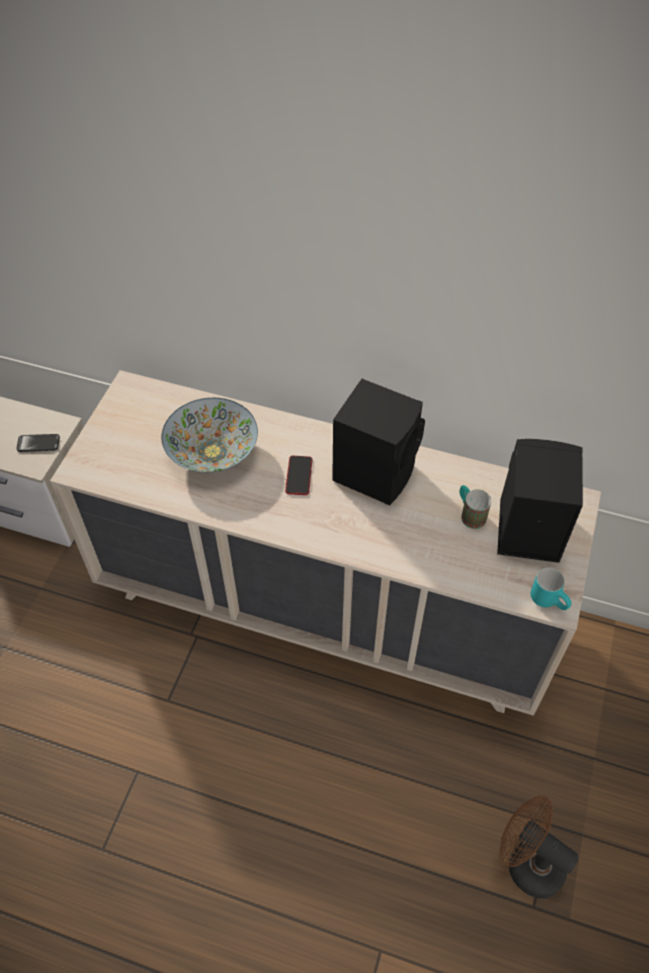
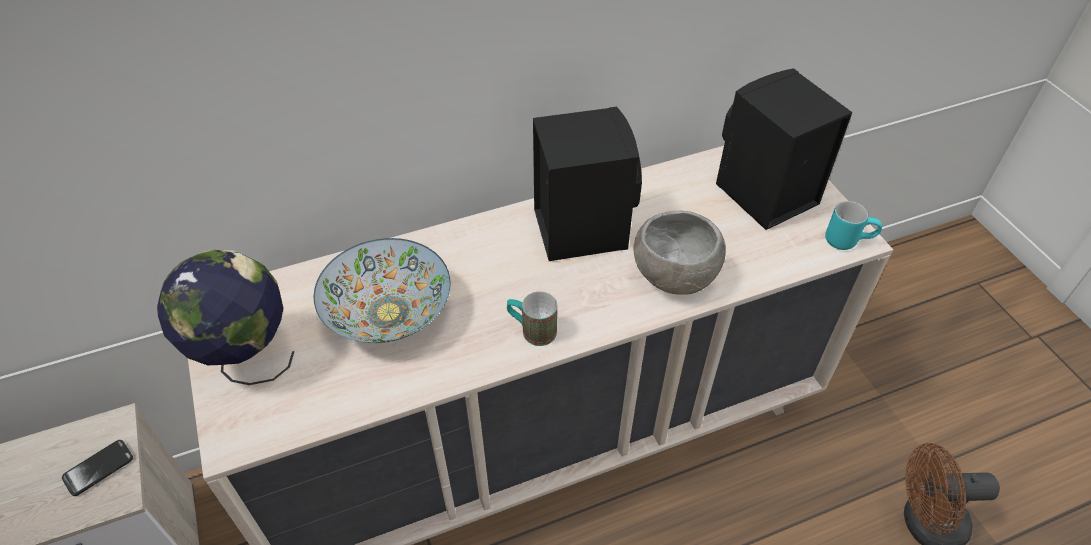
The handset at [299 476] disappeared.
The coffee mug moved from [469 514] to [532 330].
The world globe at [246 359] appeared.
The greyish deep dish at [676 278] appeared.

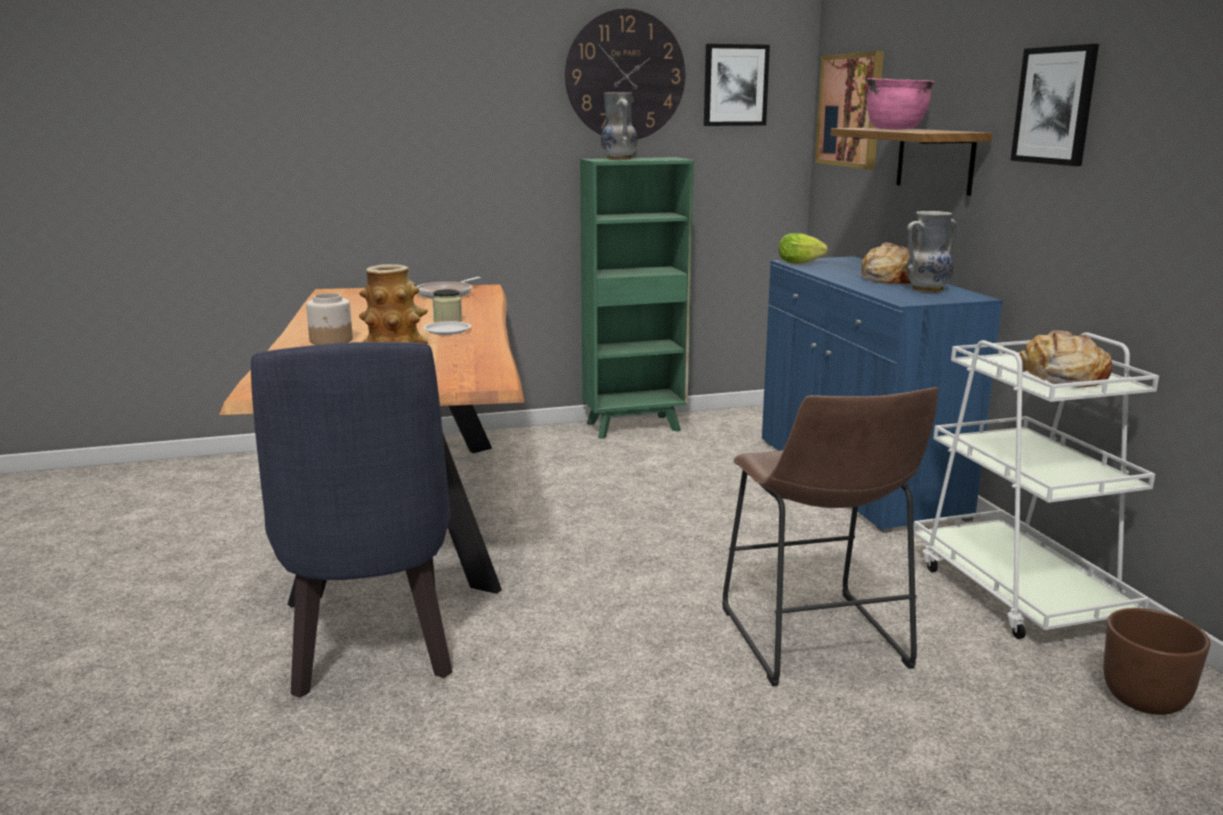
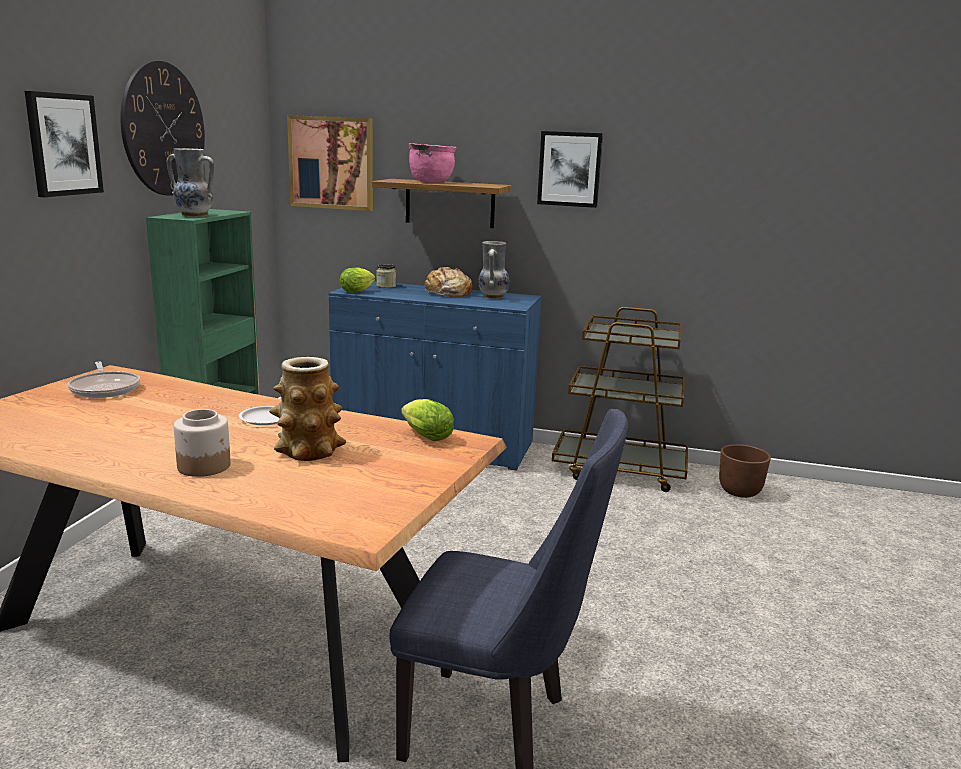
The storage jar moved from [447 321] to [386 286].
The wall art moved from [735 85] to [63 144].
The brown stool at [816 643] disappeared.
The whitish trolley at [1017 591] became the brown trolley at [620 470].
The baked bread at [1061 377] disappeared.
The lettuce at [424 436] appeared.

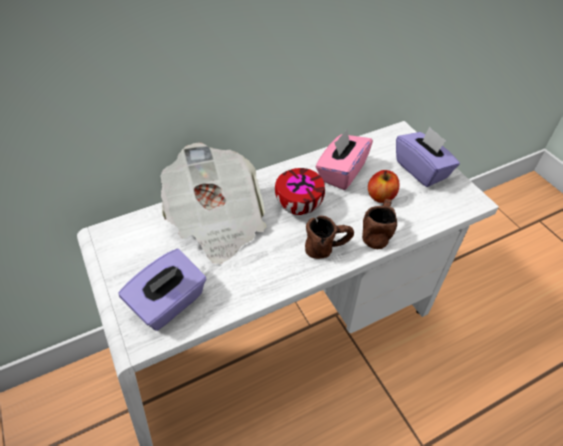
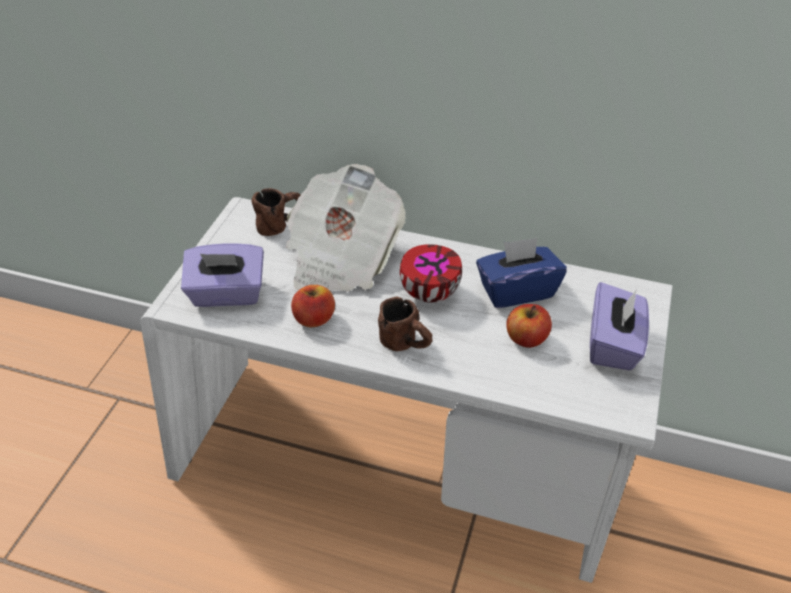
The pinkish box of tissues at [341 172] became the bluish box of tissues at [516 290].
The brown coffee mug moved from [377 232] to [281 224].
The apple at [314 319] appeared.

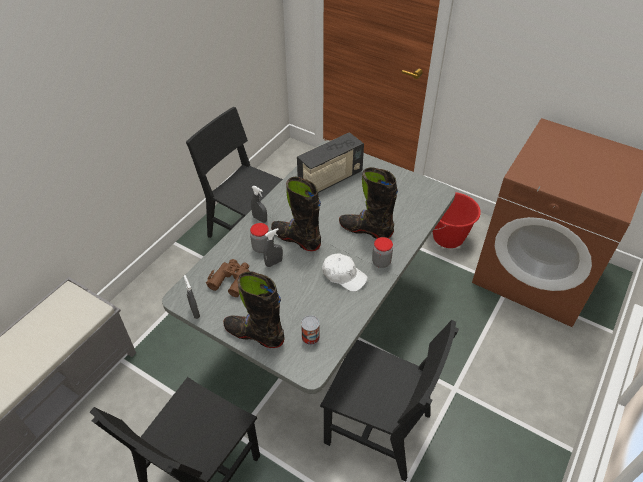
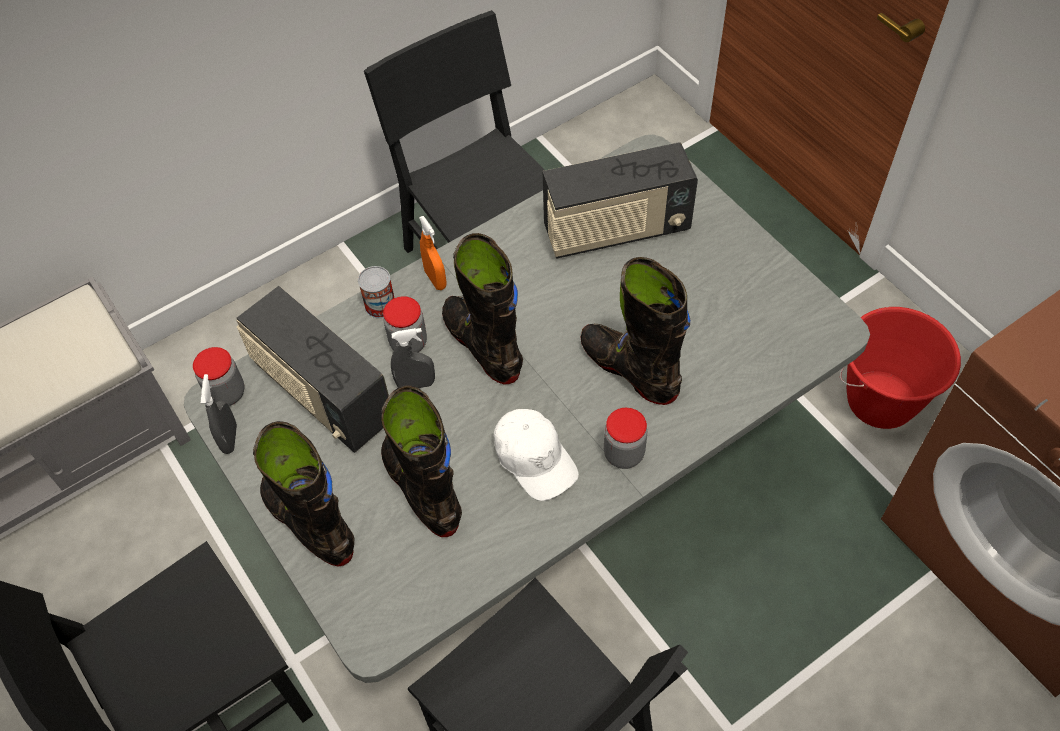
The brown pair of binoculars at [231 280] was replaced by the radio receiver at [323 395].
The greyish hand sprayer at [260 219] became the orange-coloured hand sprayer at [435 279].
The metal can moved from [310 337] to [380 305].
The storage jar at [227 393] appeared.
The black high-top boot at [423 490] appeared.

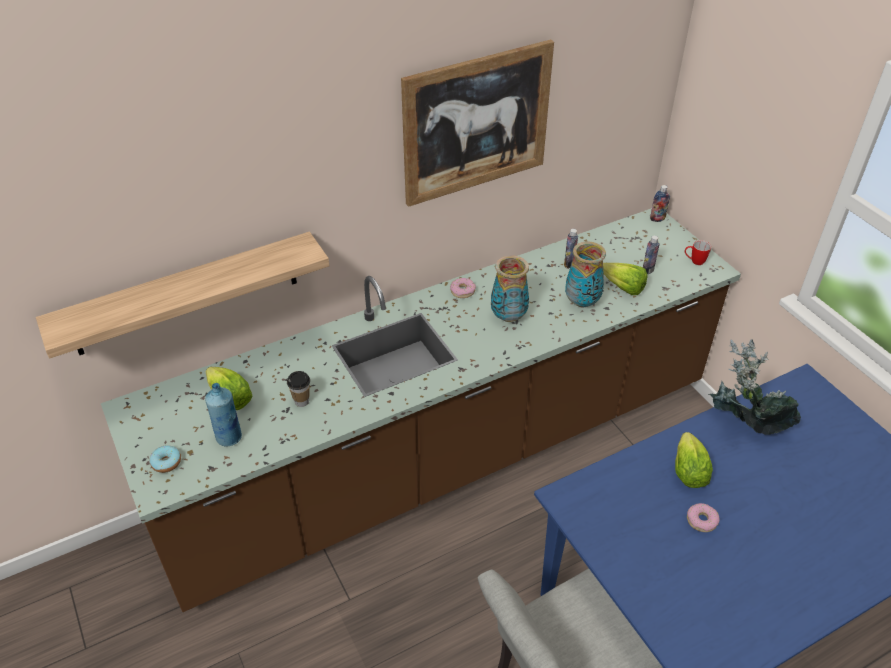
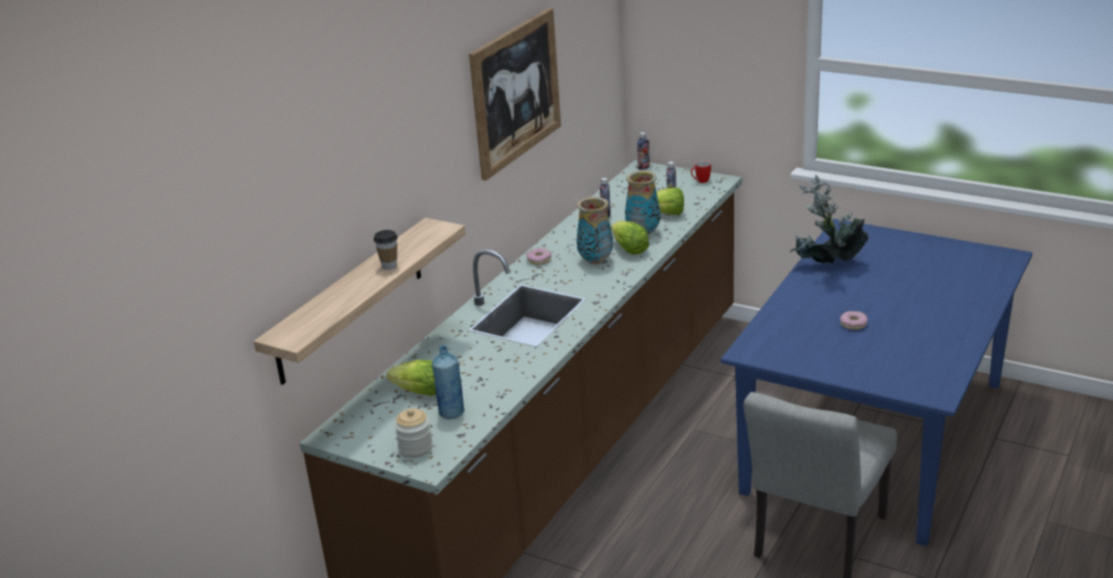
The ring doughnut at [166 462] was replaced by the storage jar at [415 448].
The small cup moved from [302 401] to [389 266].
The lettuce moved from [688 472] to [629 250].

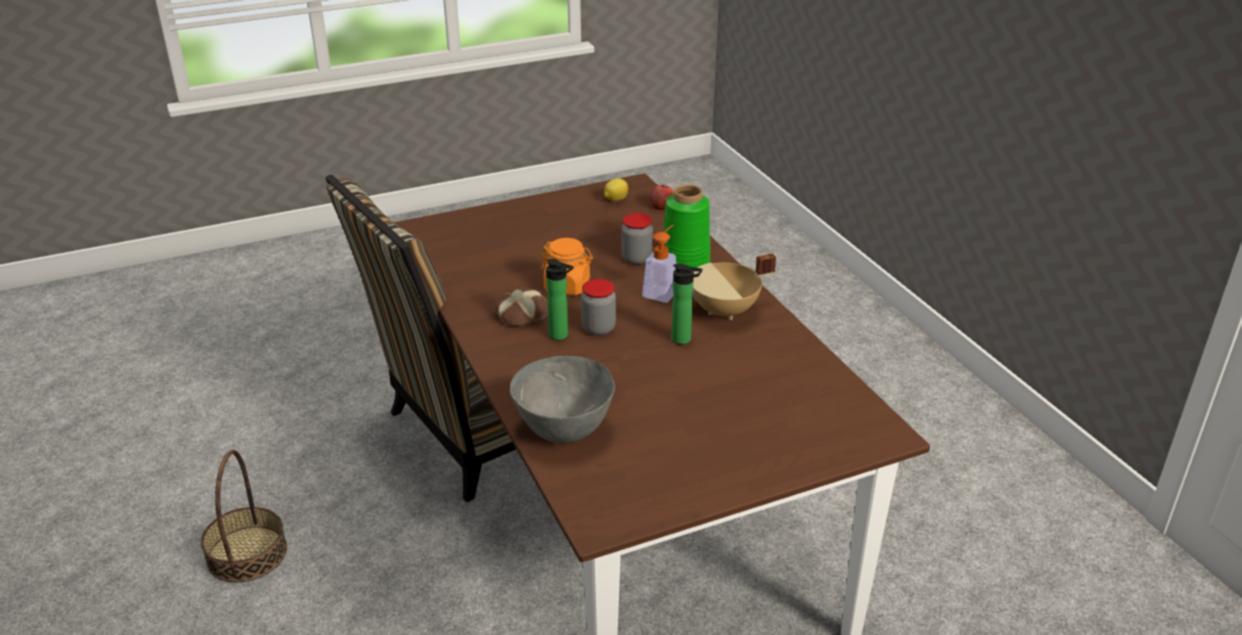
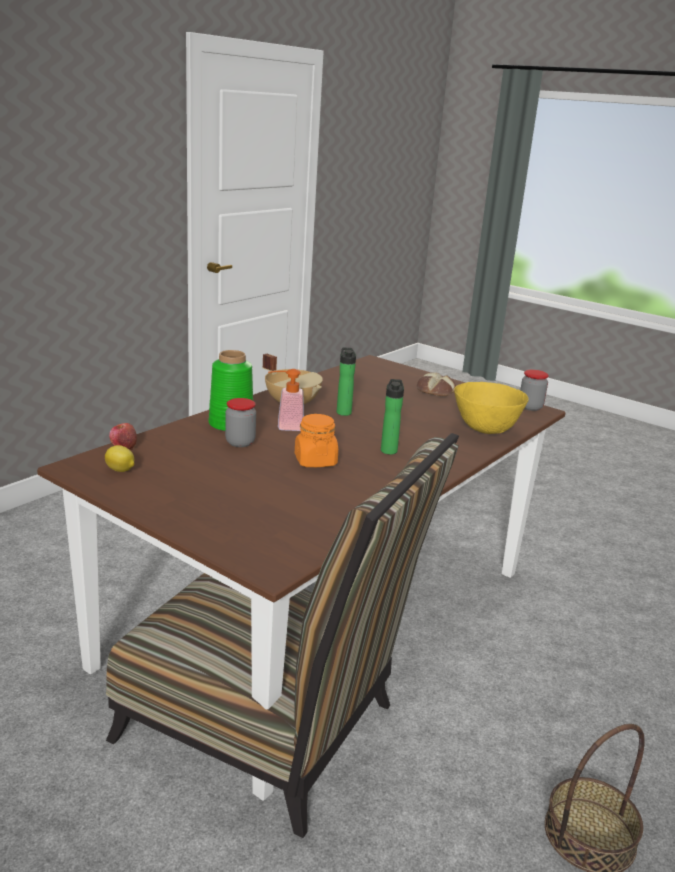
The baked bread moved from [522 313] to [435 391].
The greyish deep dish at [564 430] became the yellowish deep dish at [486 430].
The storage jar moved from [598 328] to [530 407].

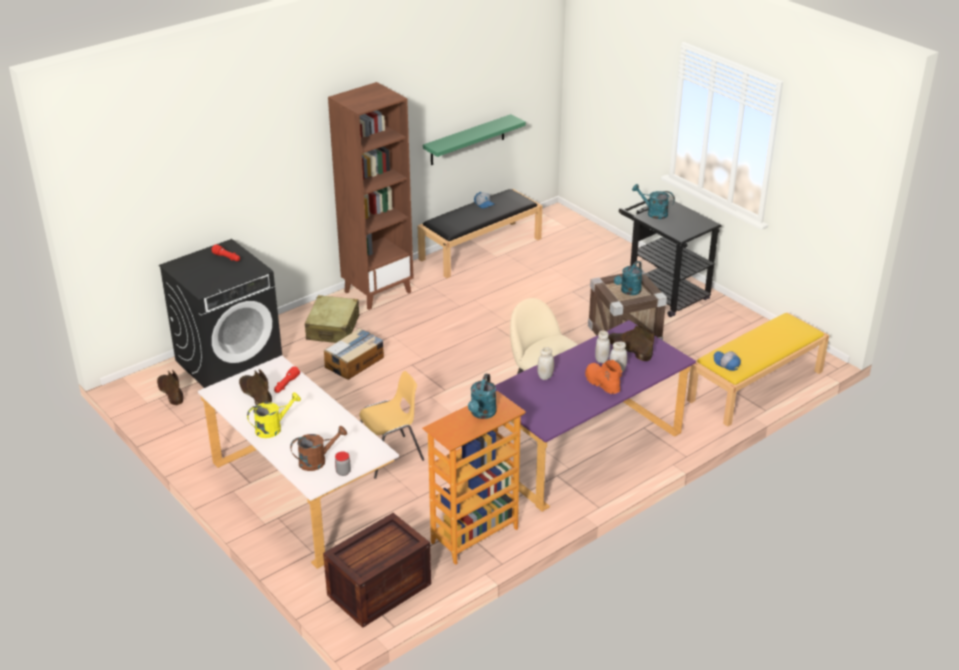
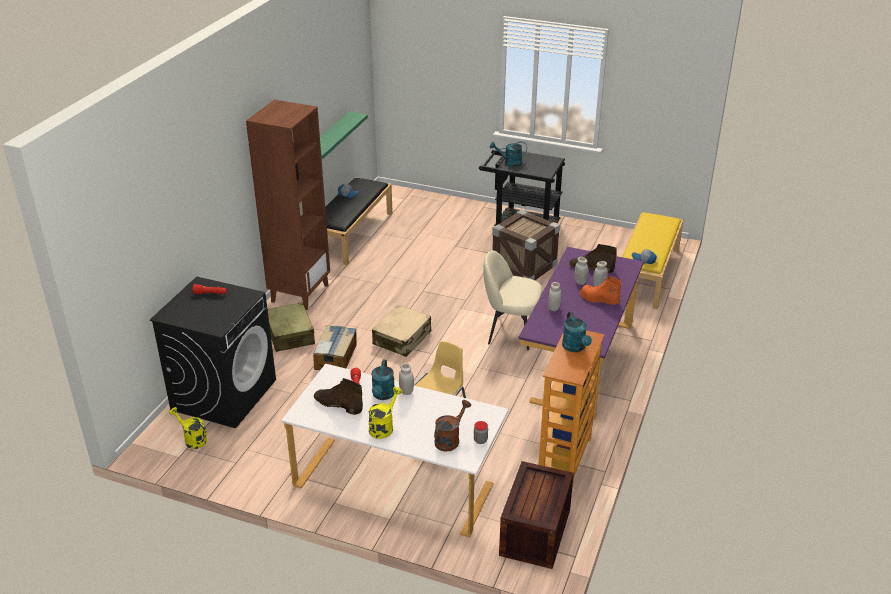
The brown high-top boot at [170 392] was replaced by the yellowish watering can at [192 439].
The blue-green watering can moved from [629 291] to [383 395].
The sand-coloured travel case at [402 338] appeared.
The whitish storage jar at [406 391] appeared.

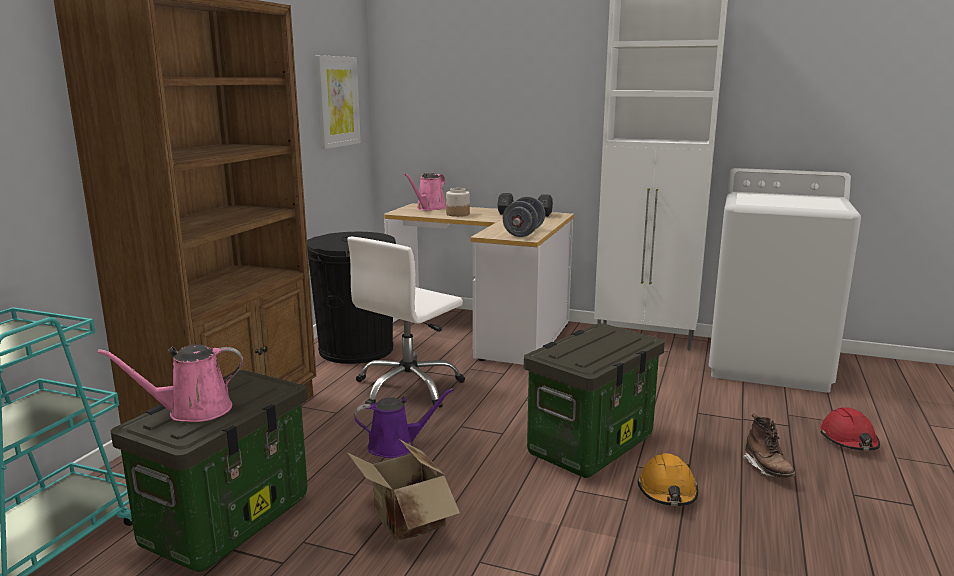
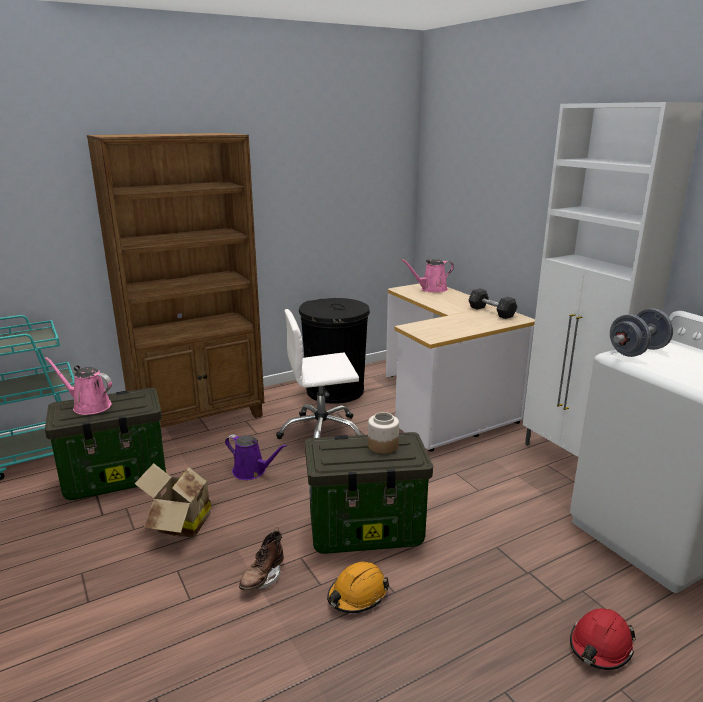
The wall art at [337 101] disappeared.
The storage jar moved from [457 214] to [382 446].
The greyish dumbbell moved from [523 233] to [637 351].
The brown high-top boot moved from [767 469] to [262 578].

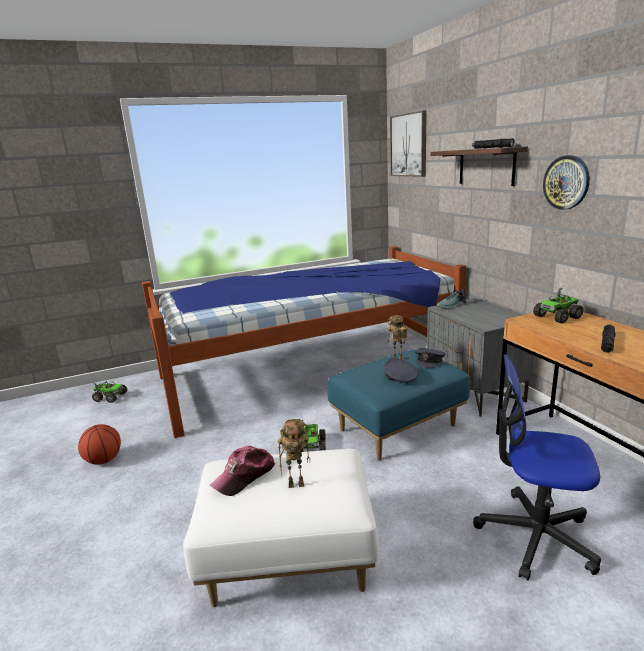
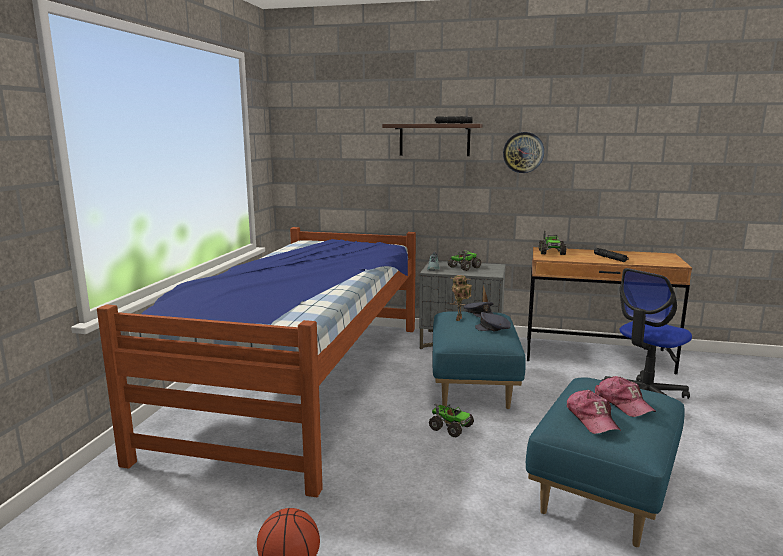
The toy lorry moved from [110 397] to [463 267].
The whitish footrest at [289 558] became the bluish footrest at [602 490].
The model robot at [297 484] was replaced by the baseball cap at [623 403].
The wall art at [409 145] disappeared.

